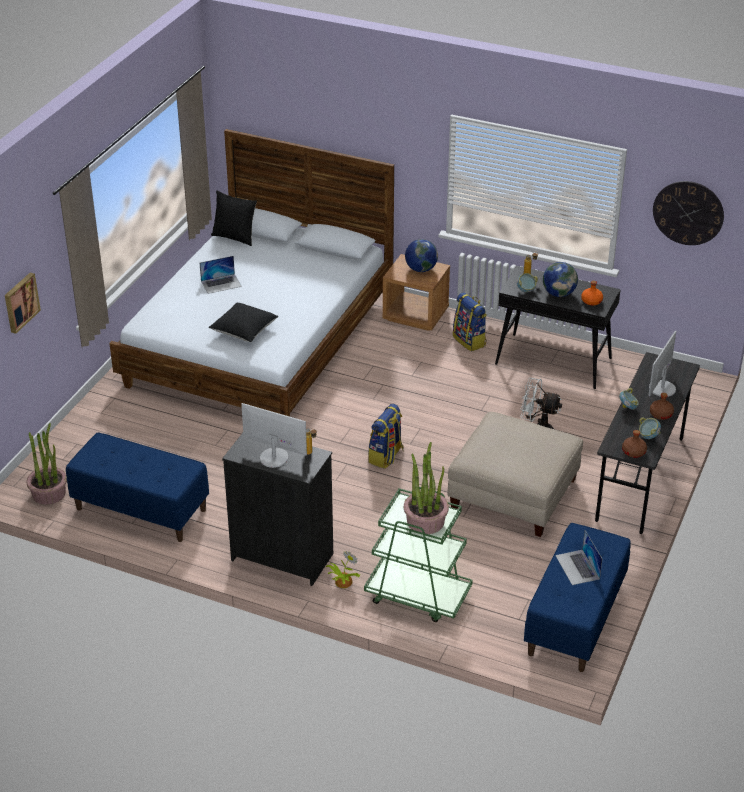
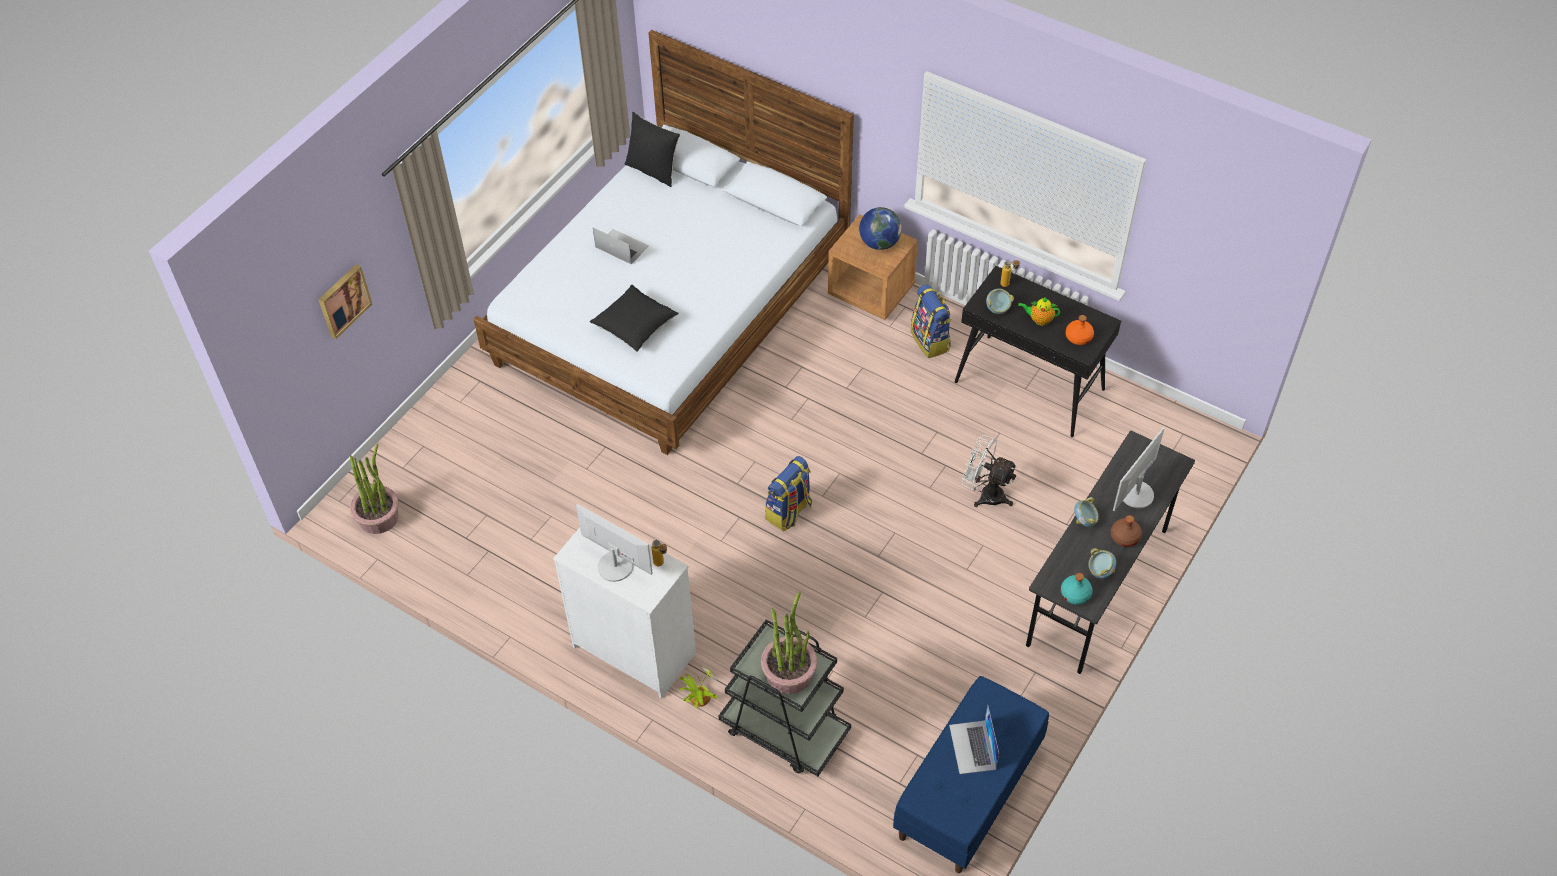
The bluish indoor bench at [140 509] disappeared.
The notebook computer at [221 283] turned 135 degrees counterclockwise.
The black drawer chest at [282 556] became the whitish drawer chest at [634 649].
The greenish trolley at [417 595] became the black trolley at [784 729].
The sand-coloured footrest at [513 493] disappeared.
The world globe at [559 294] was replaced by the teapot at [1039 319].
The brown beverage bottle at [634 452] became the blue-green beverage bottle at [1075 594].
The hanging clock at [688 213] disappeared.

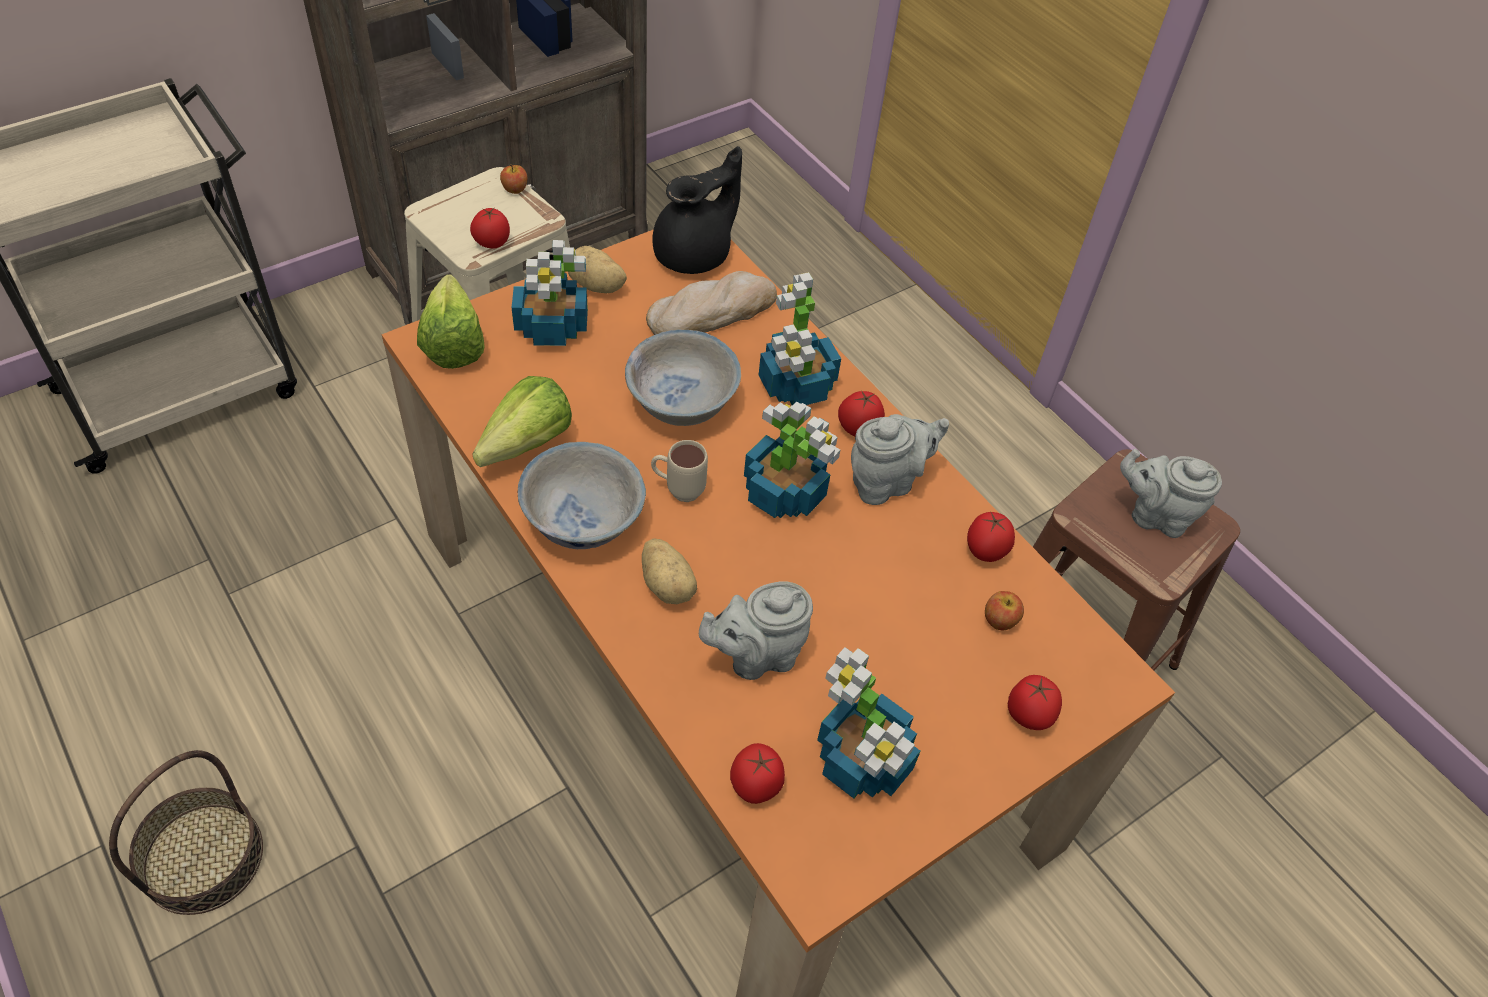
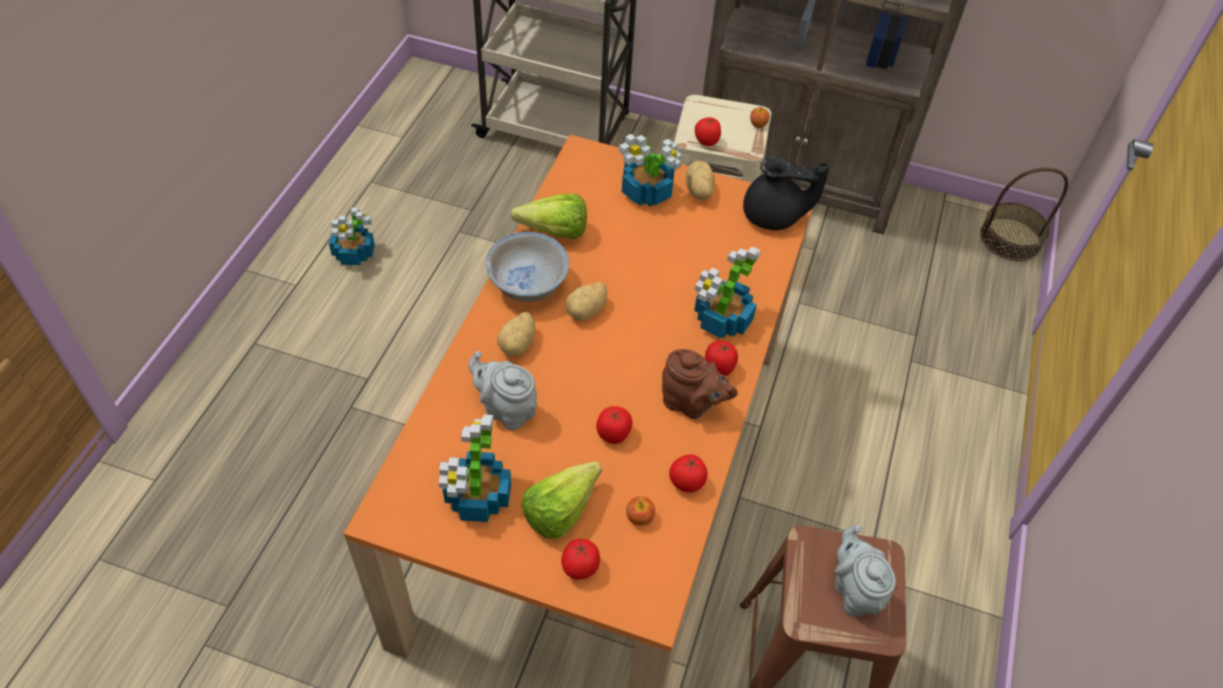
The basket moved from [203 858] to [1010 239].
The lettuce moved from [455 338] to [567 508].
The whitish deep dish at [681 401] disappeared.
The baked bread at [712 311] disappeared.
The sand-coloured coffee mug at [678 490] was replaced by the whole potato at [587 311].
The whole tomato moved from [756 785] to [613 434].
The potted plant moved from [783 491] to [355 253].
The greyish teapot at [886 482] became the brown teapot at [691 404].

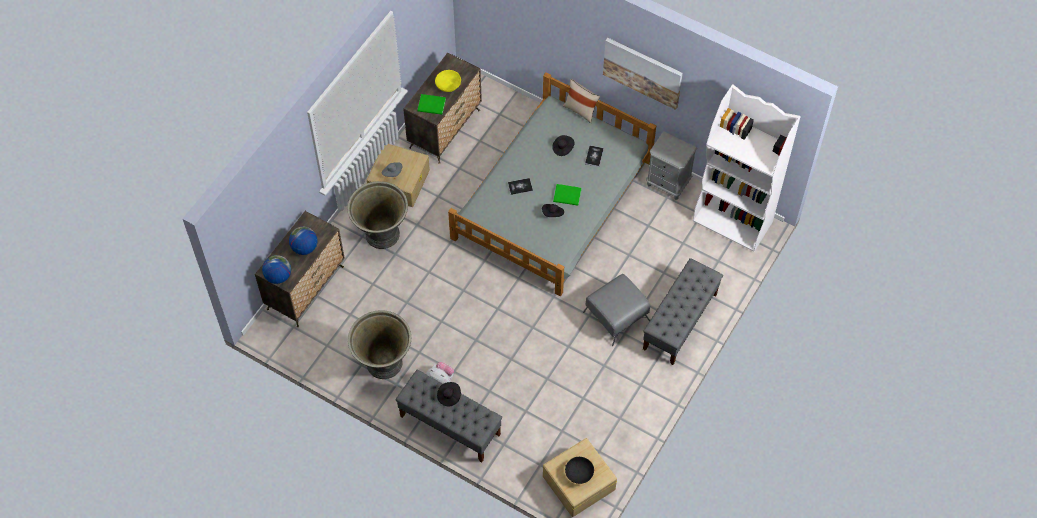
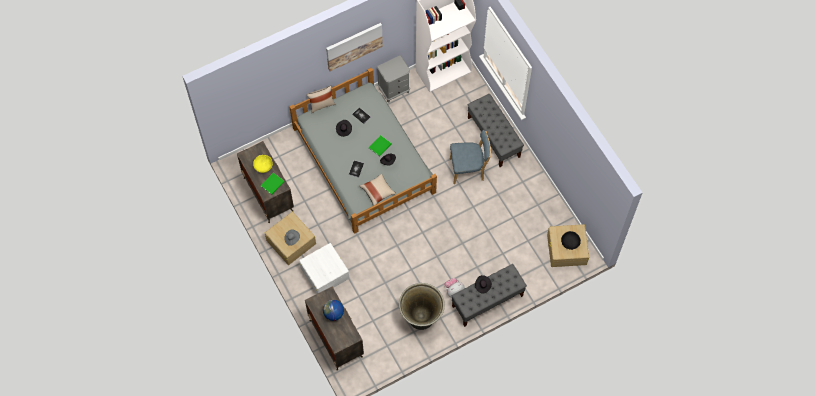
The world globe at [278 276] disappeared.
The greyish plant pot at [381 234] was replaced by the whitish storage bin at [324 272].
The greyish footrest at [616 316] was replaced by the bluish chair at [468 169].
The sand-coloured cushion at [377 192] appeared.

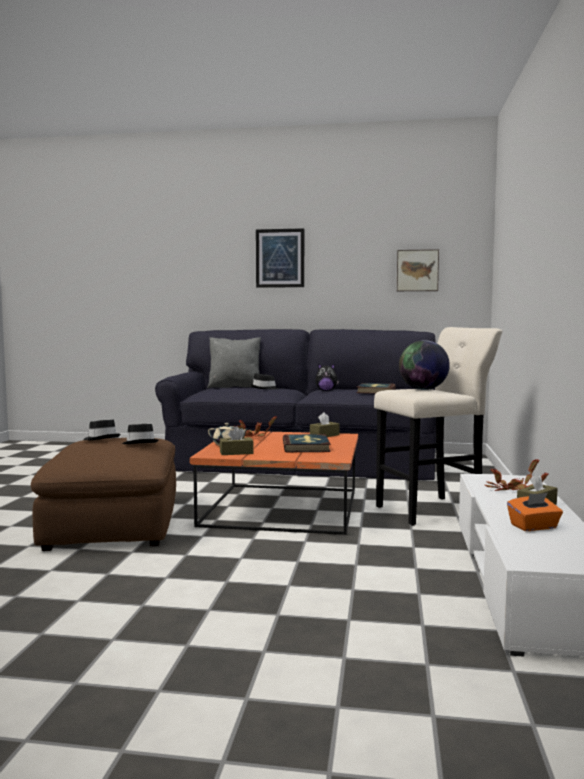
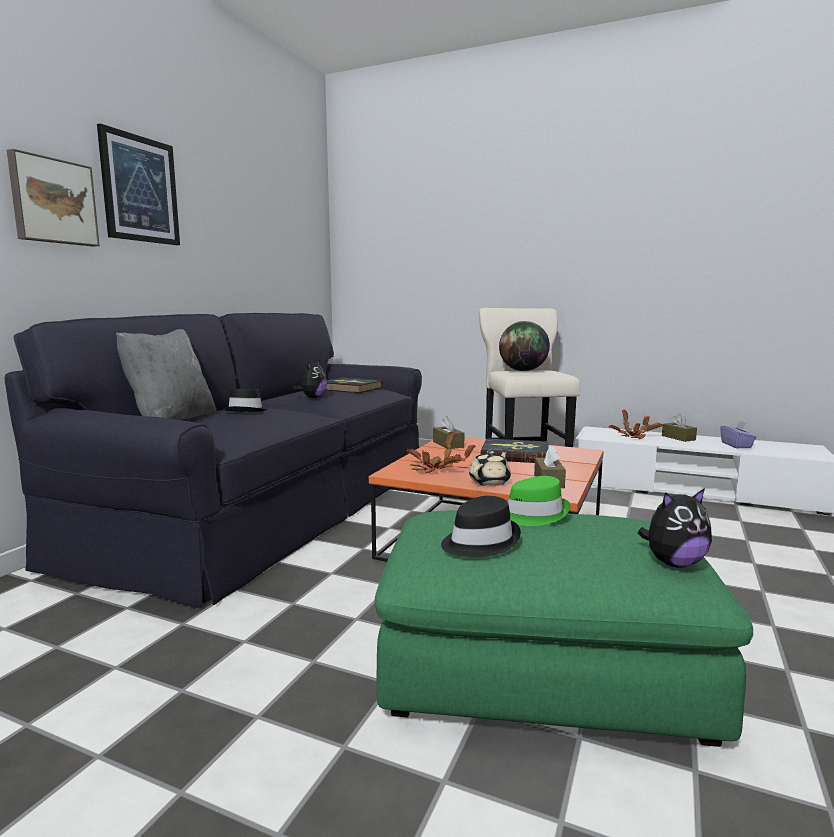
The brown footrest at [114 521] became the greenish footrest at [542 666].
The black clothing hat at [140 443] became the greenish clothing hat at [533 515].
The wall art moved from [417 270] to [53 201].
The orange-coloured box of tissues at [534 527] became the purplish box of tissues at [736 445].
The plush toy at [673 563] appeared.

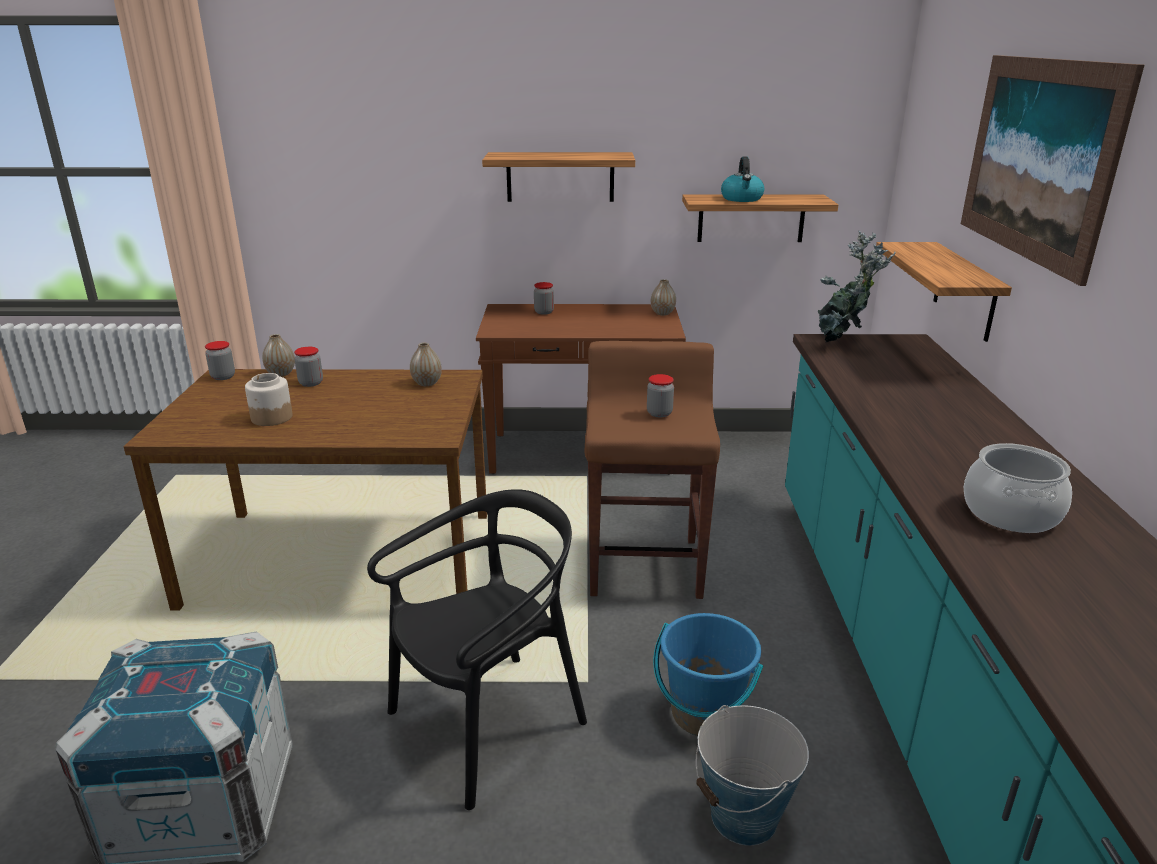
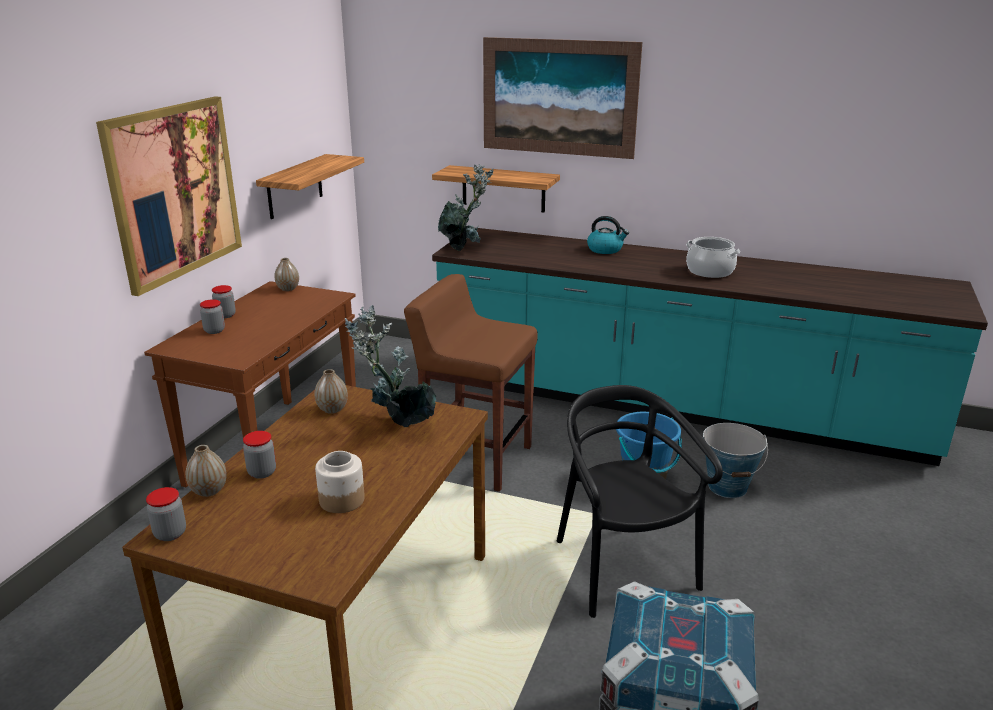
The shelf at [560 177] was replaced by the wall art at [174 191].
The storage jar moved from [659 413] to [225 315].
The water kettle moved from [742 199] to [605 249].
The potted plant at [397 426] appeared.

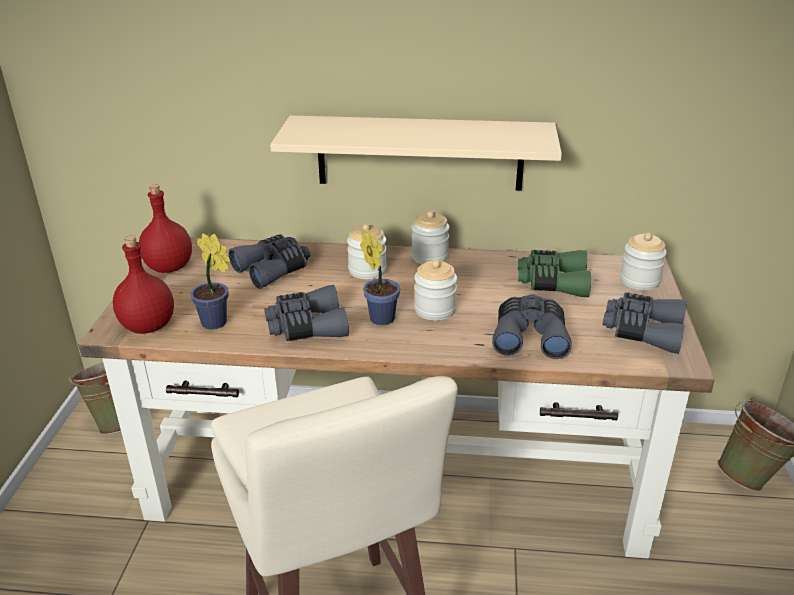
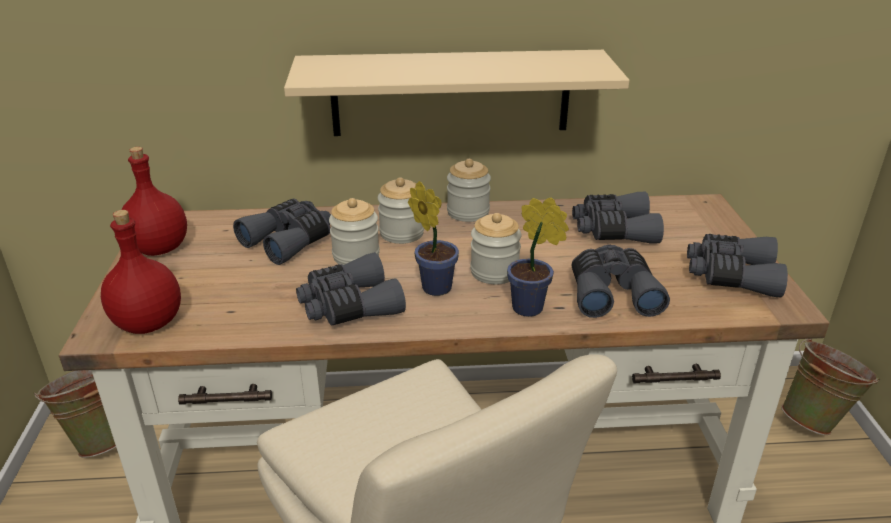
The potted plant moved from [217 324] to [532 309].
The greenish pair of binoculars at [552 282] became the greyish pair of binoculars at [613 230].
The storage jar moved from [639 281] to [356 256].

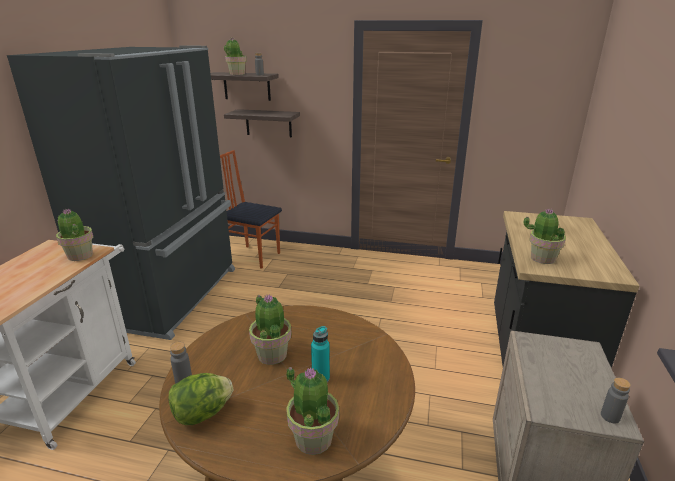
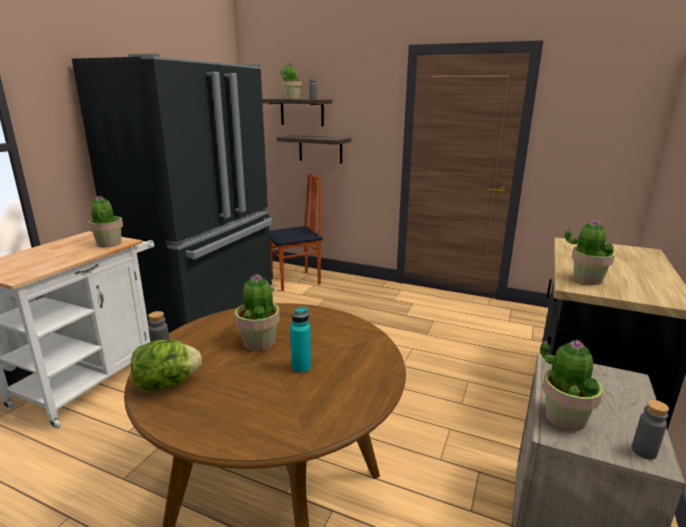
The chair at [254 256] turned 120 degrees clockwise.
The potted plant moved from [313 438] to [564 417].

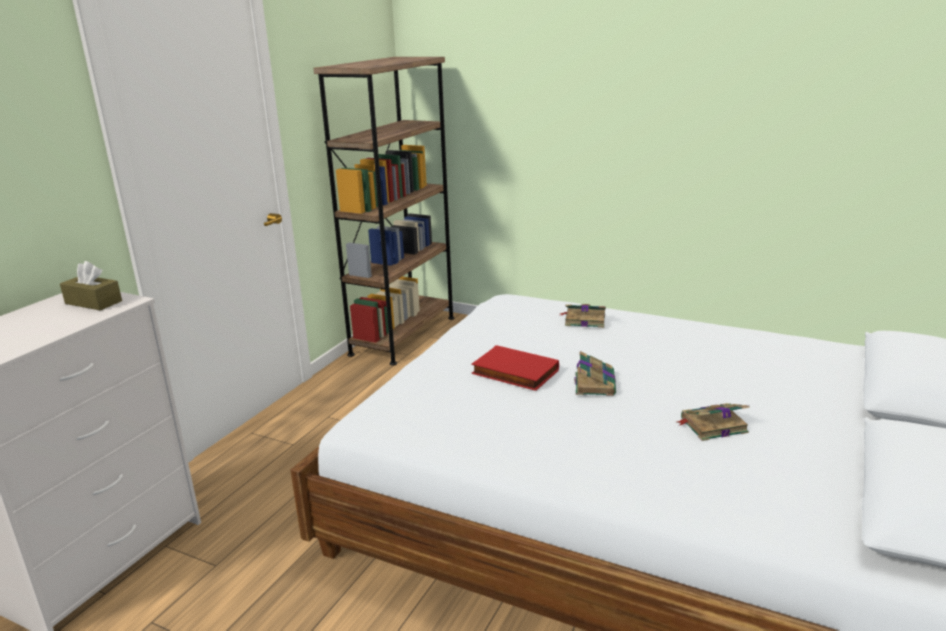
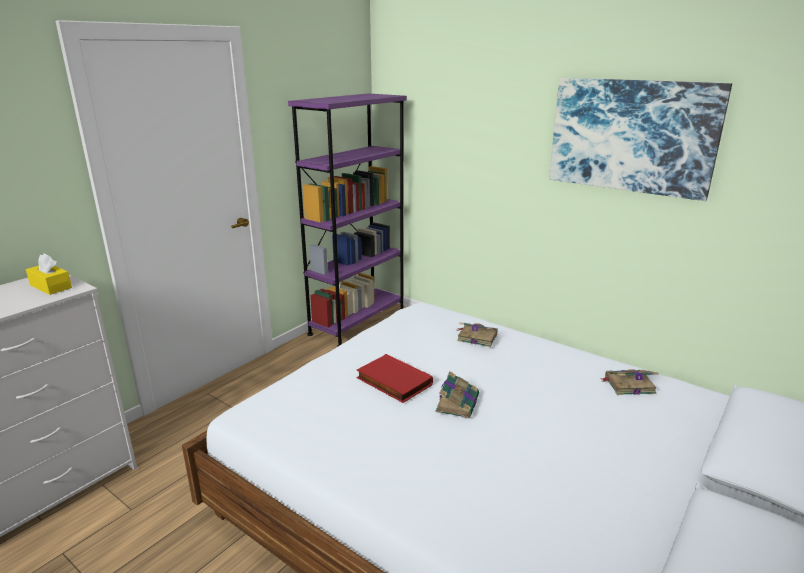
The brown box of tissues at [93 302] became the yellowish box of tissues at [51 286].
The brown bookcase at [403 335] became the purplish bookcase at [358 322].
The volume moved from [712 426] to [628 385].
The wall art at [631 136] appeared.

